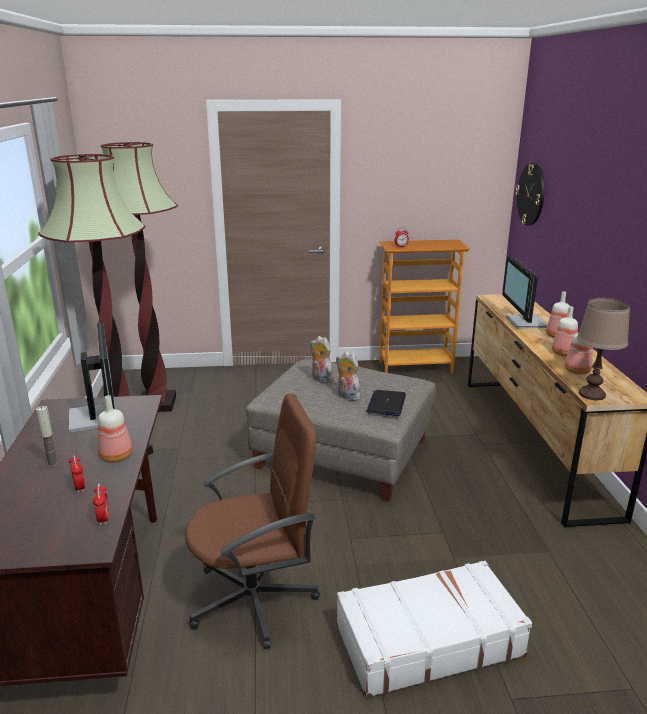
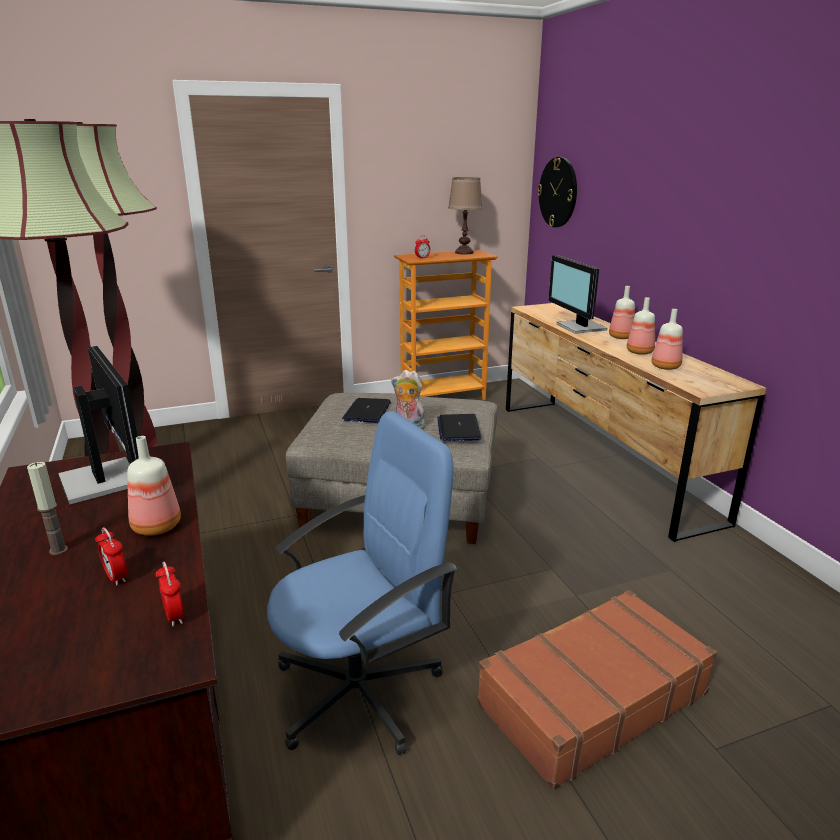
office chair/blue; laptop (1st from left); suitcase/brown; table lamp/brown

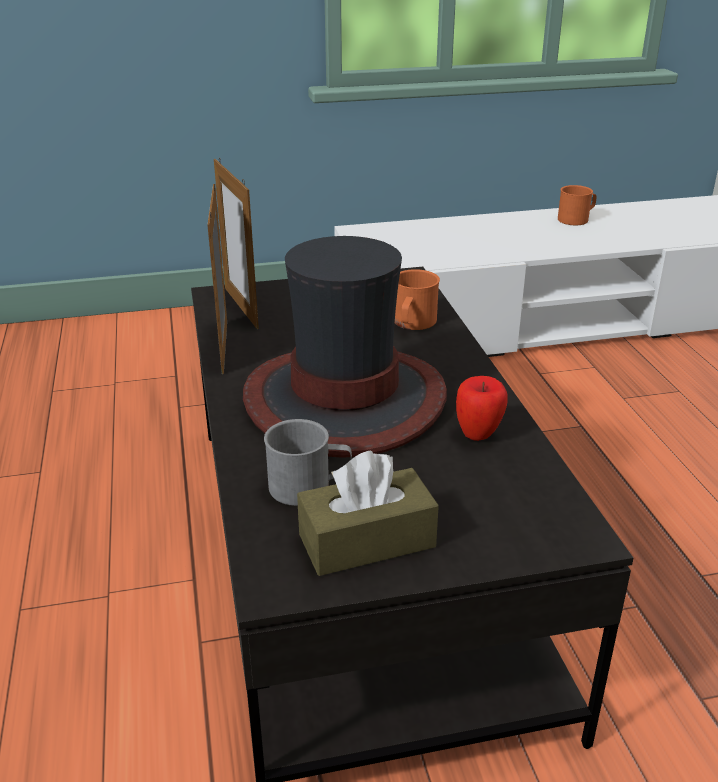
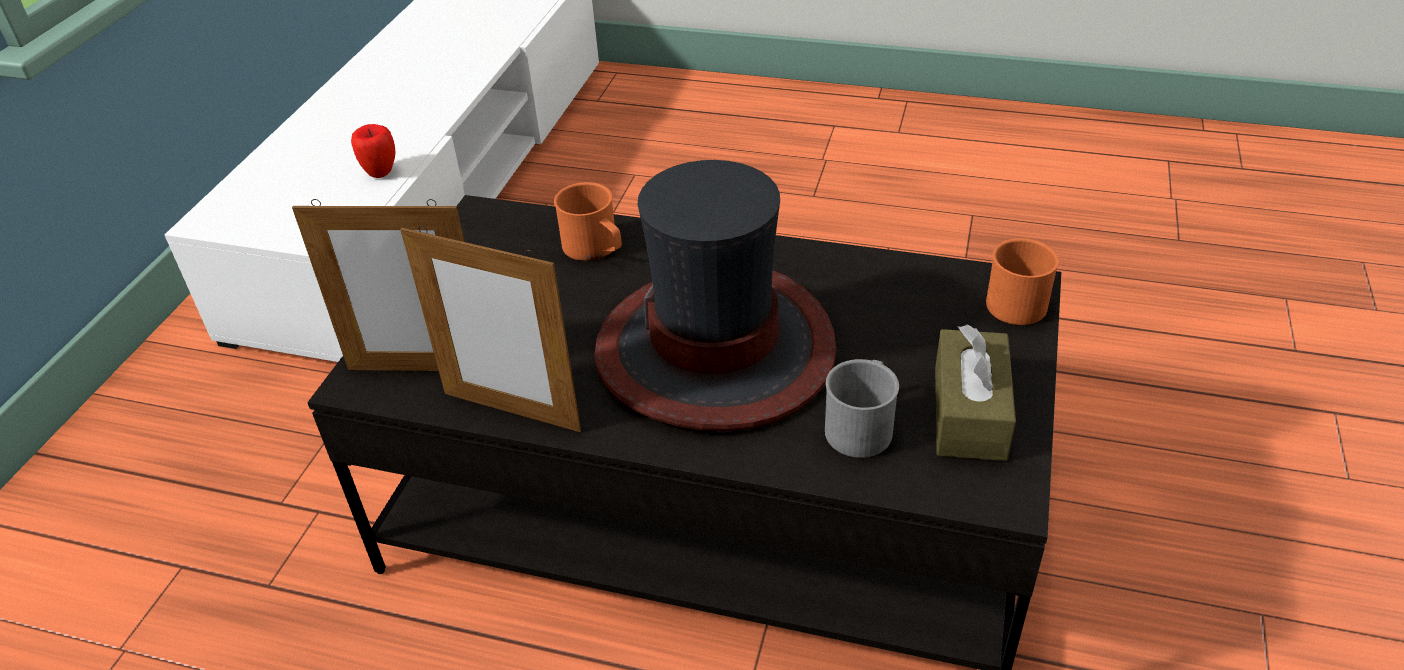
apple; mug/orange (2nd from left)

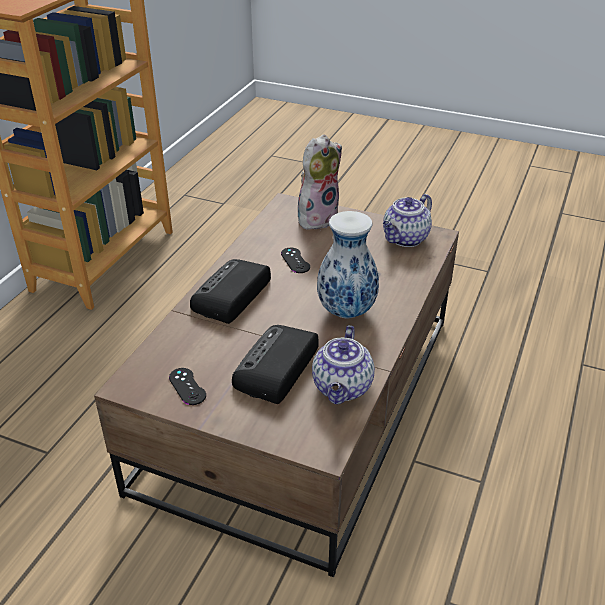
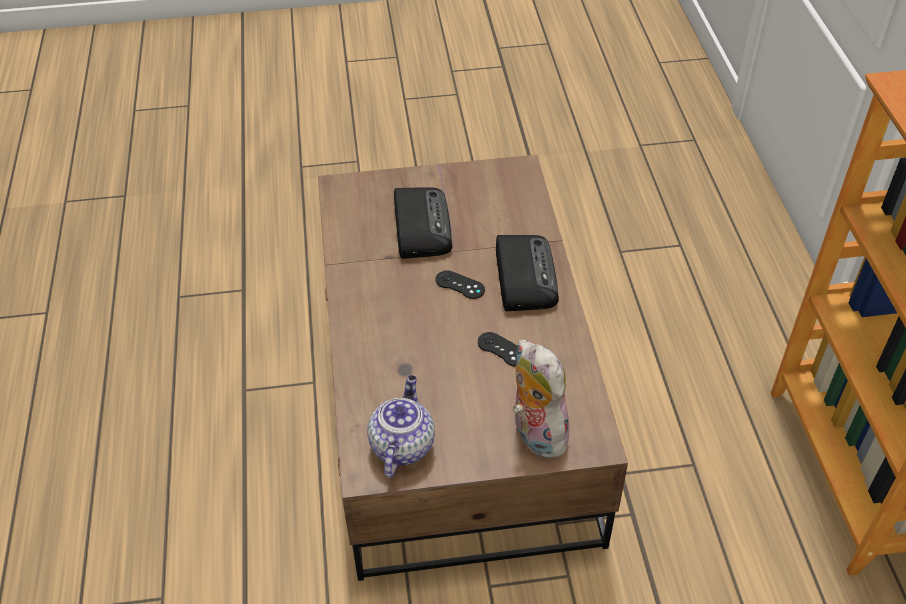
game controller/black (1st from left); plush toy; teapot (1st from left in the first image); vase

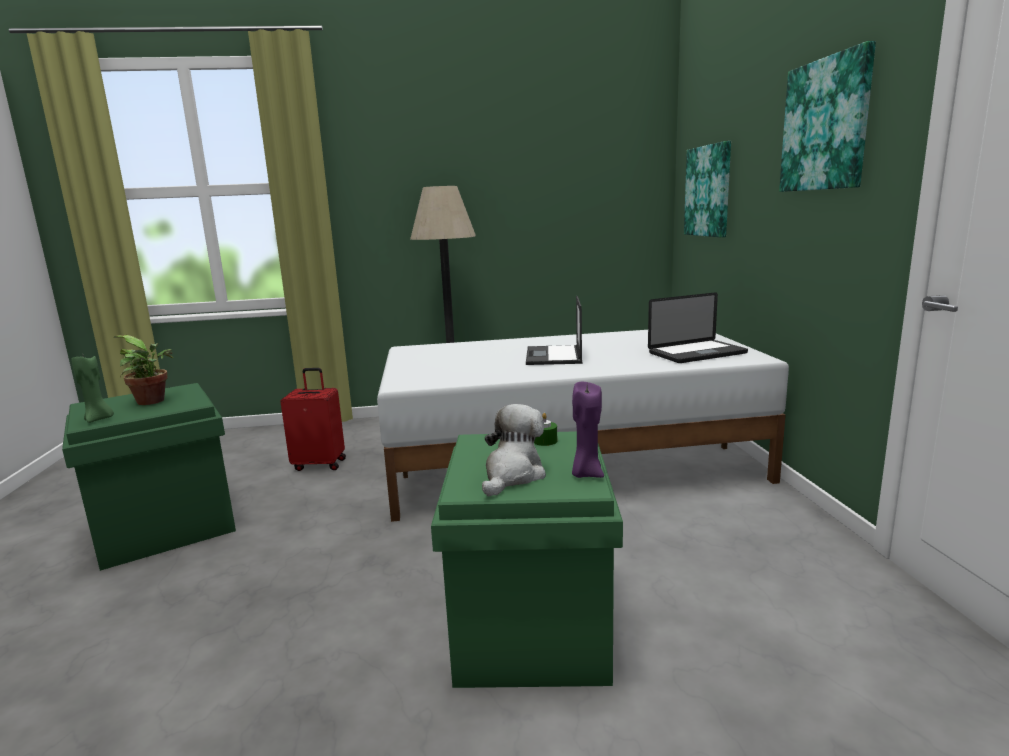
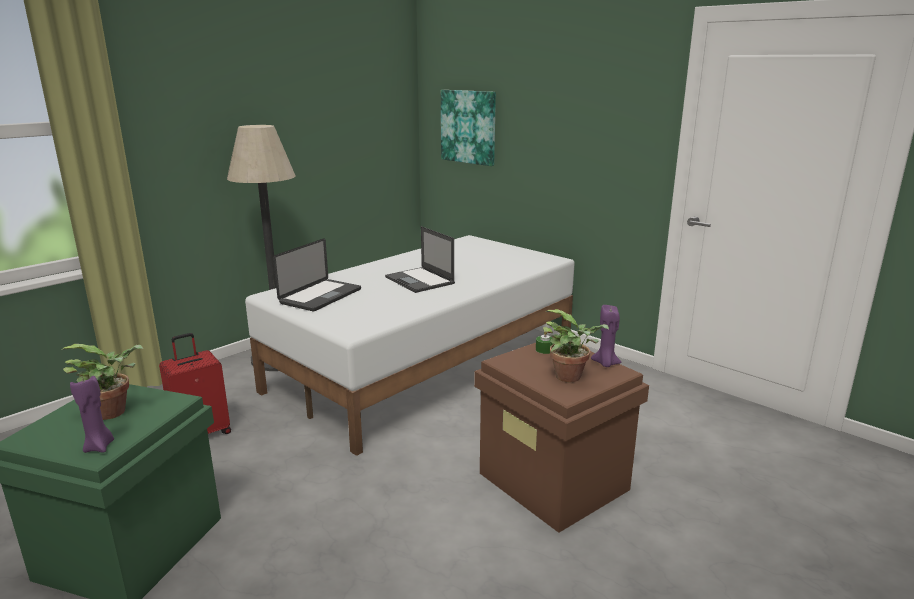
candle/purple (1st from left); storage box/brown; potted plant (2nd from left); laptop (1st from left); picture (2nd from left in the first image)

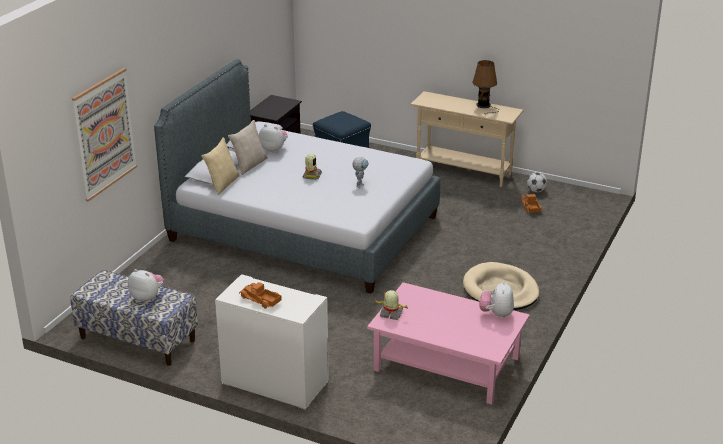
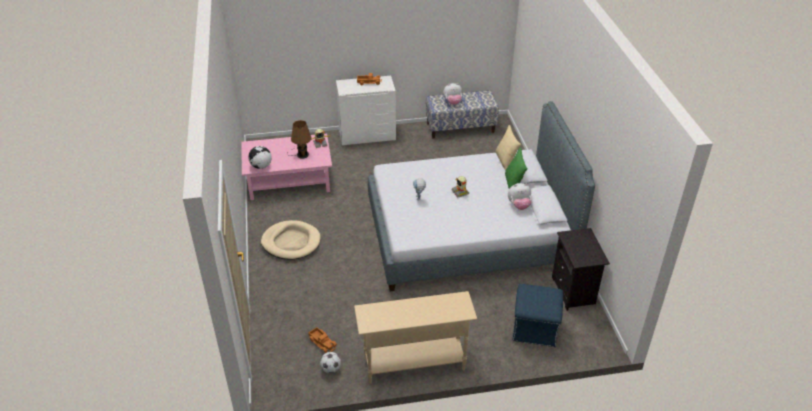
picture; pillow/green; table lamp/brown; globe

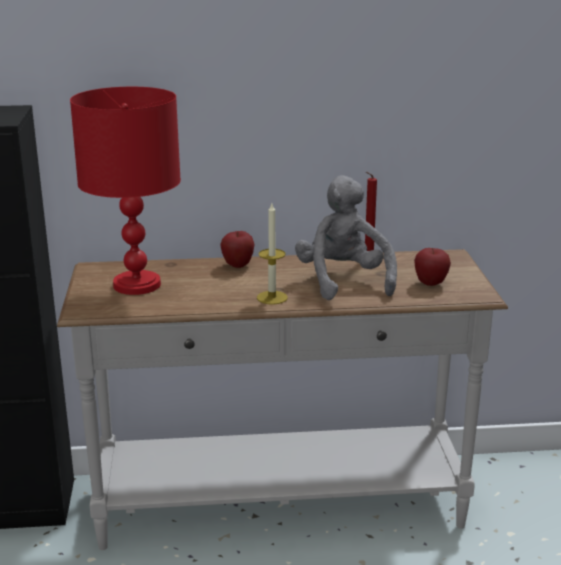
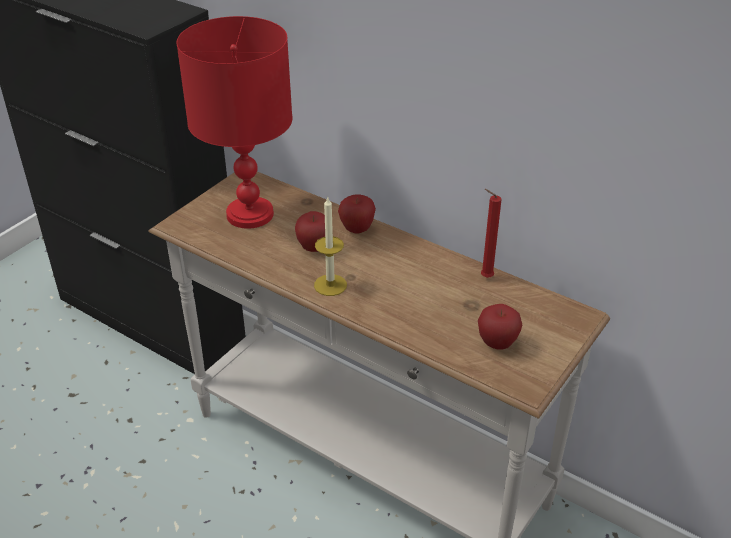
plush toy/grey; apple (1st from left)

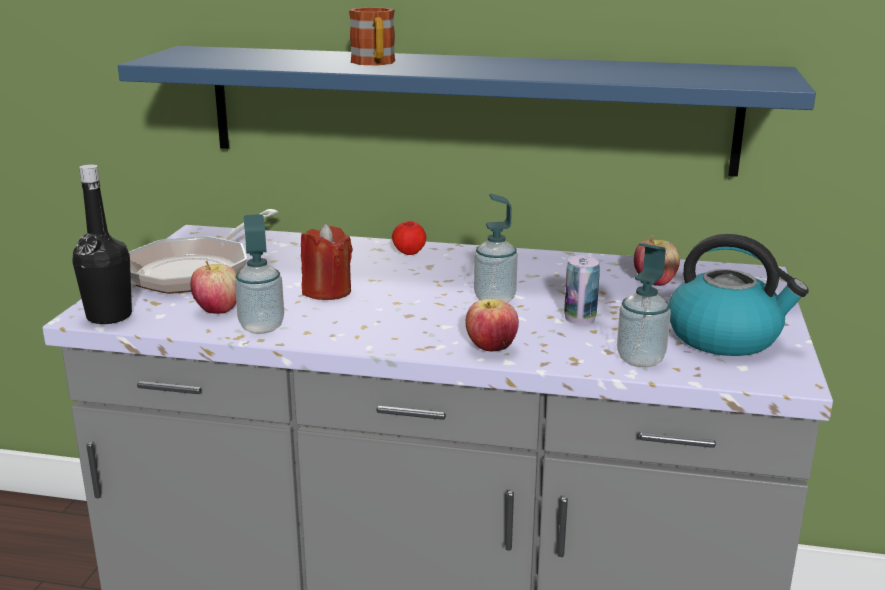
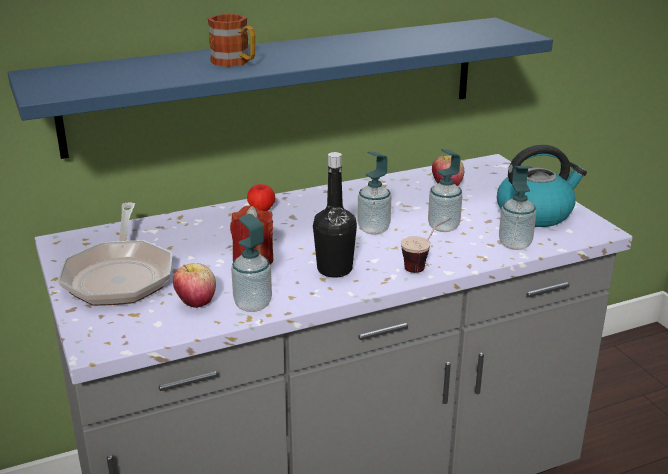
bottle/black; cup; soap dispenser (3rd from left)

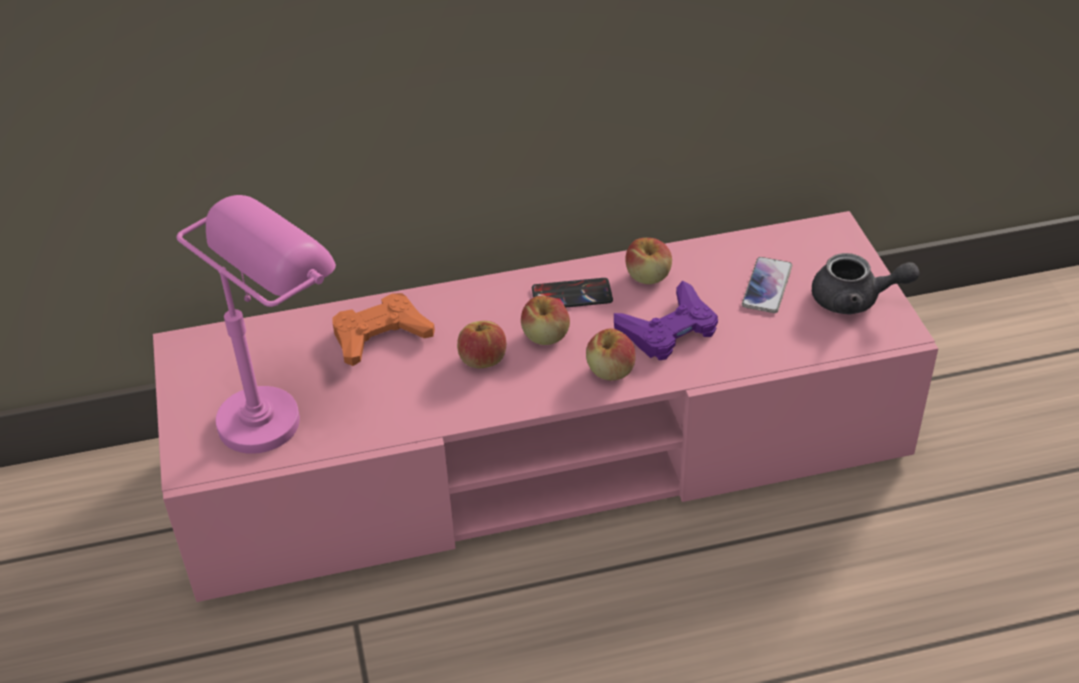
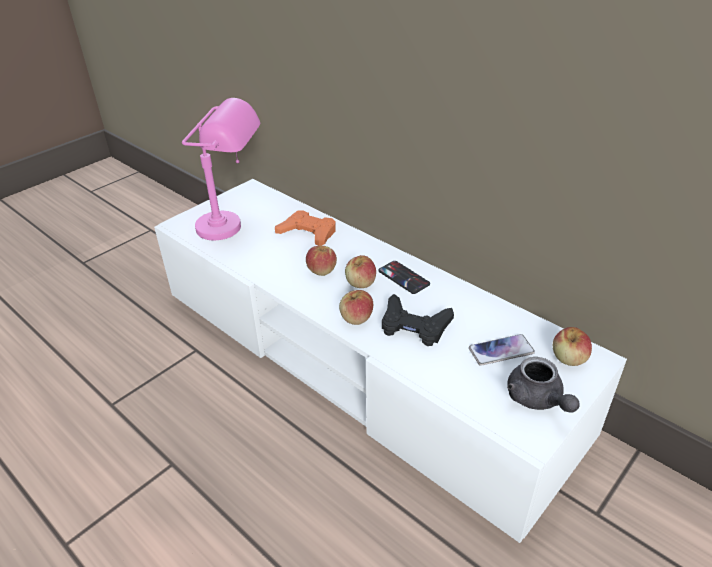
tv stand/white; game controller/black; apple (4th from left)

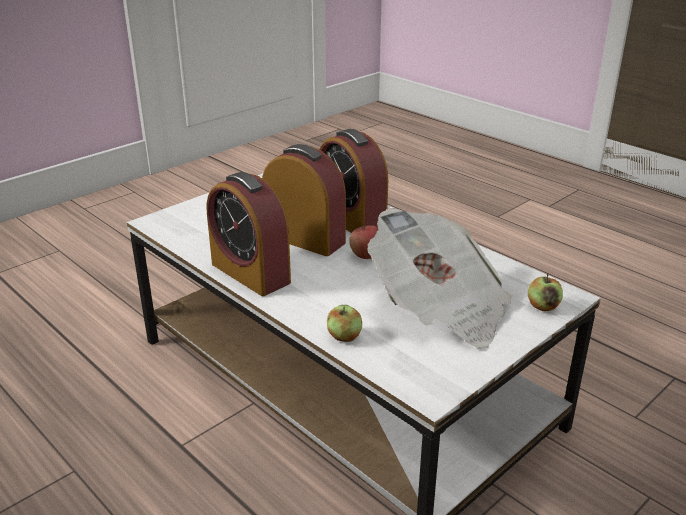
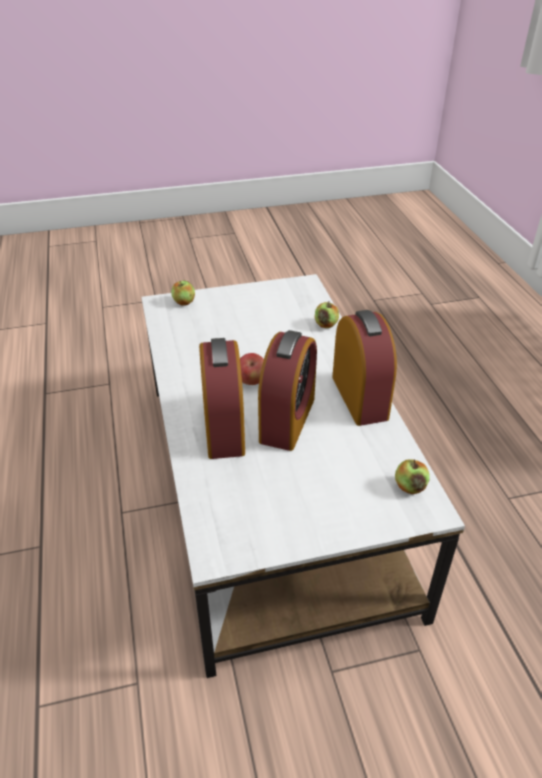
alarm clock (2nd from left); newspaper; apple (4th from left)

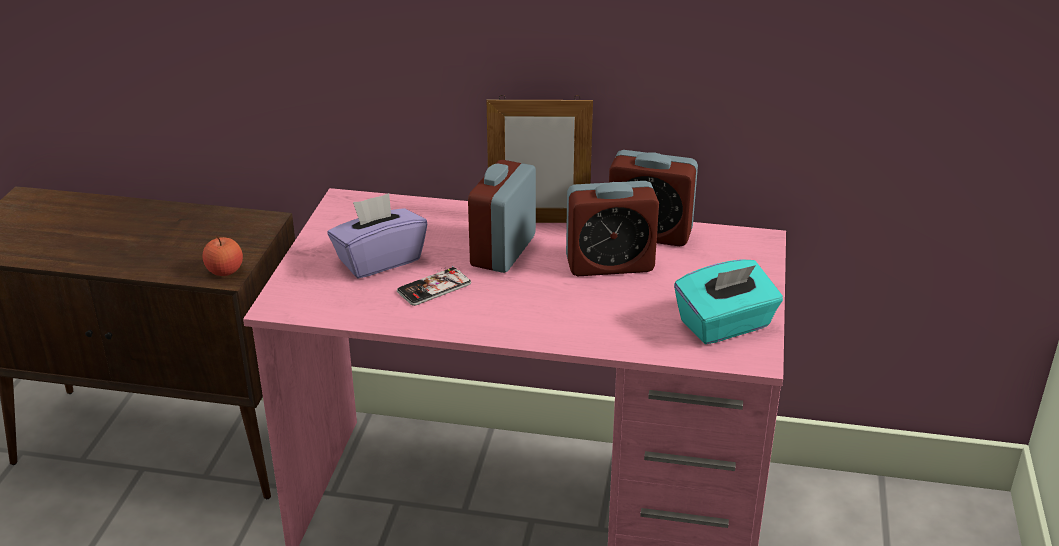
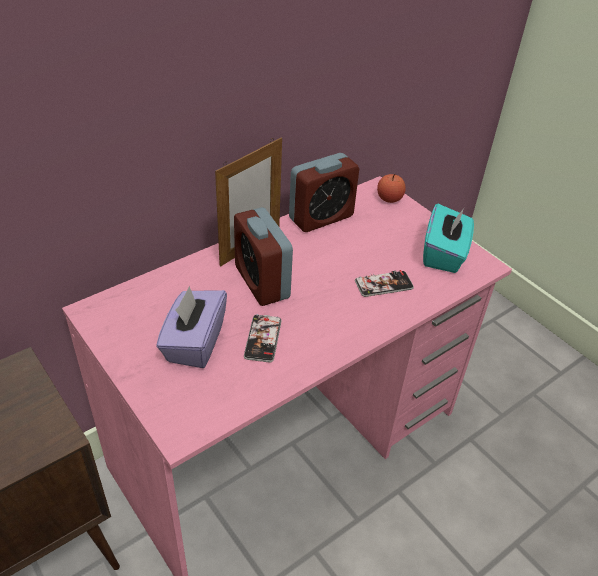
apple; alarm clock (2nd from left in the first image); phone (2nd from left)

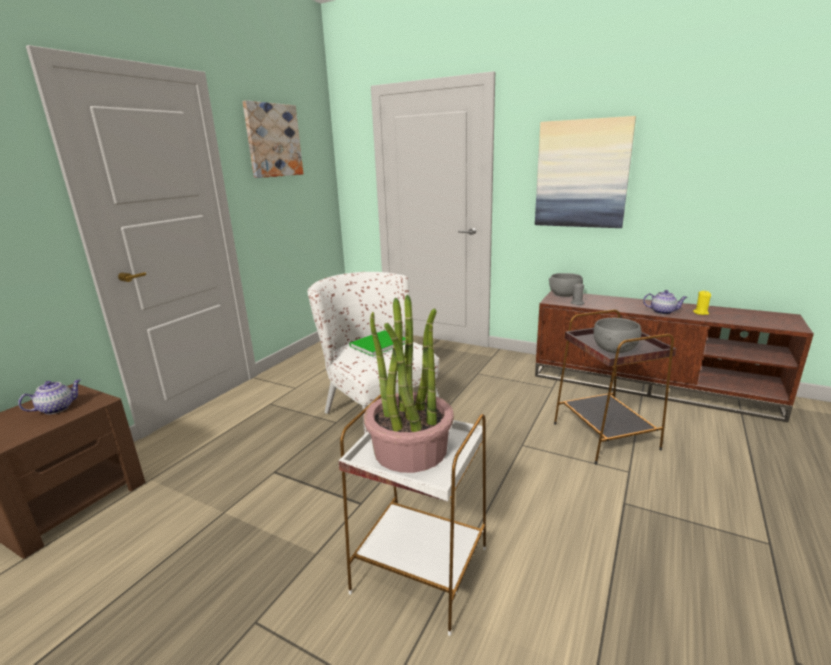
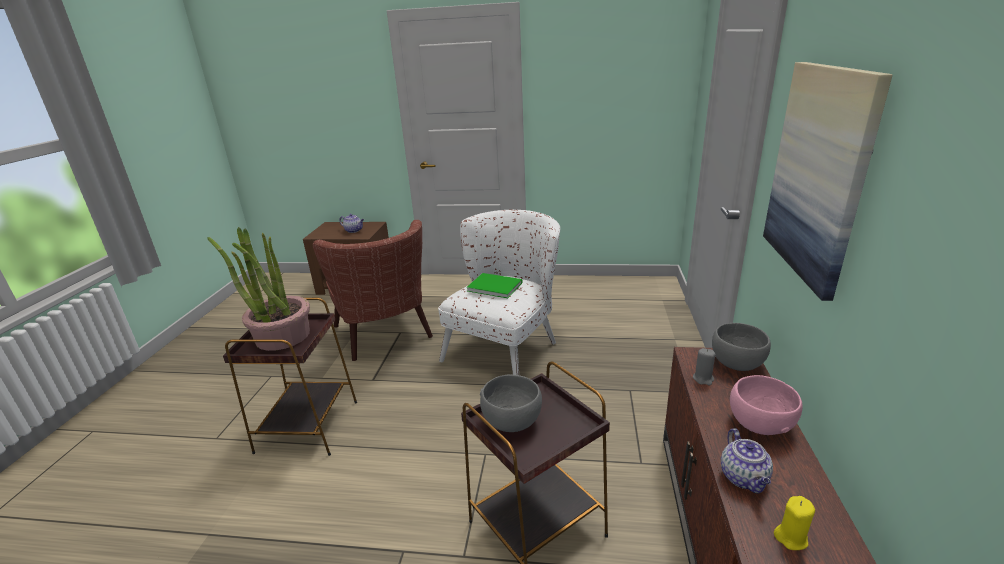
picture (1st from left in the first image); side table/brown (1st from left); armchair/brown; bowl/pink

